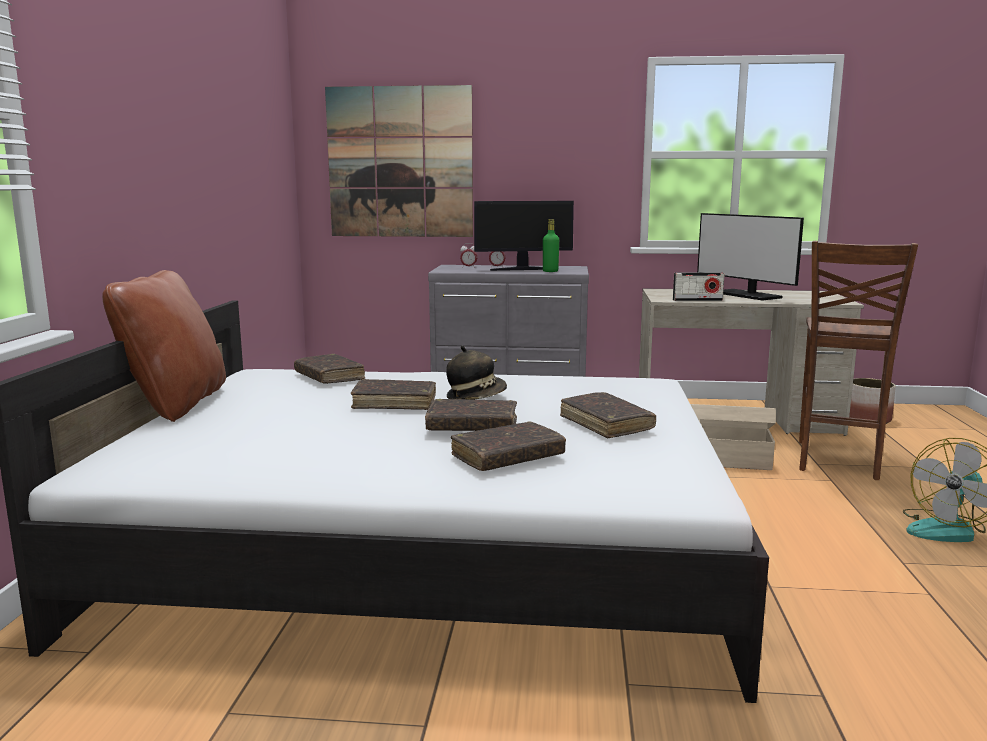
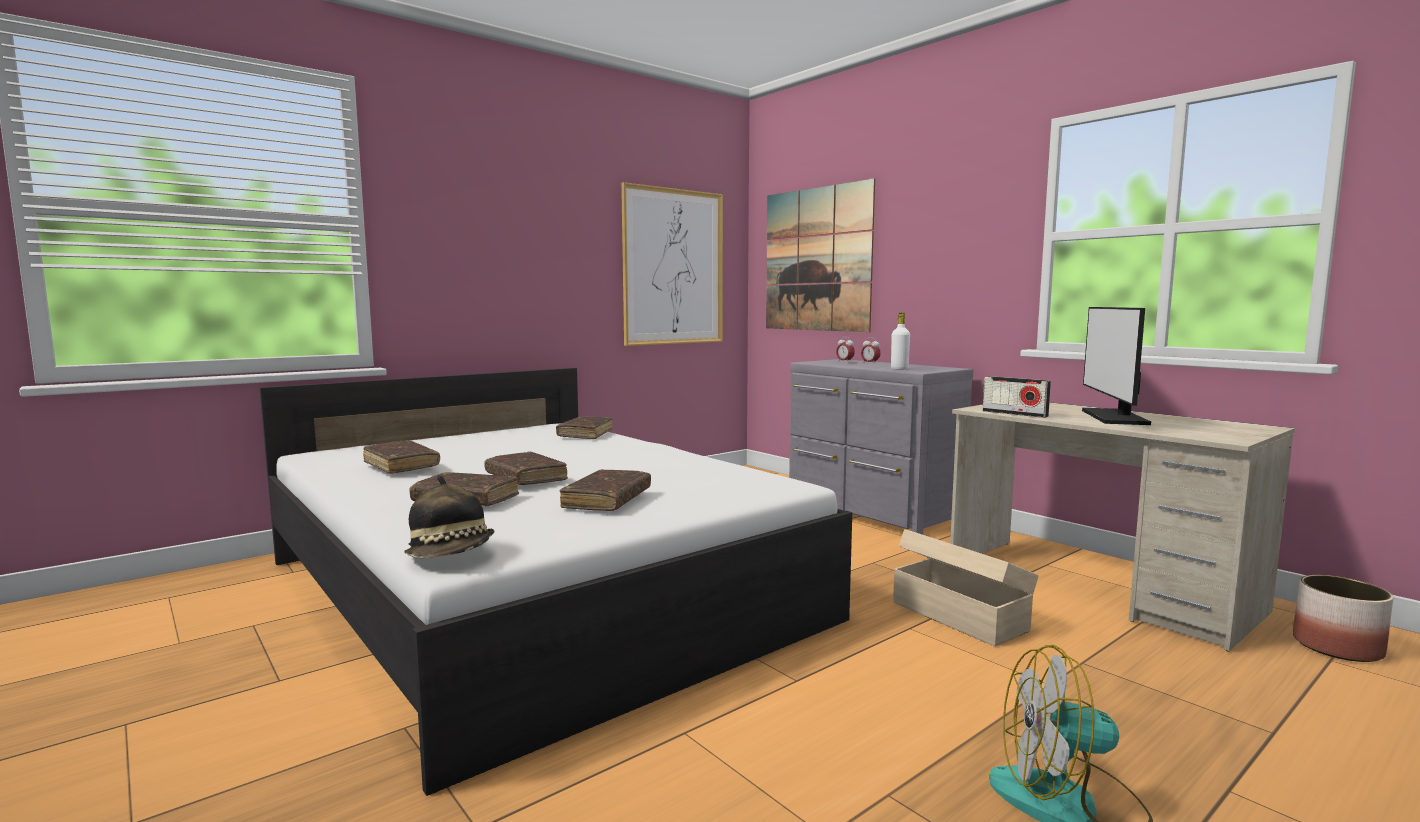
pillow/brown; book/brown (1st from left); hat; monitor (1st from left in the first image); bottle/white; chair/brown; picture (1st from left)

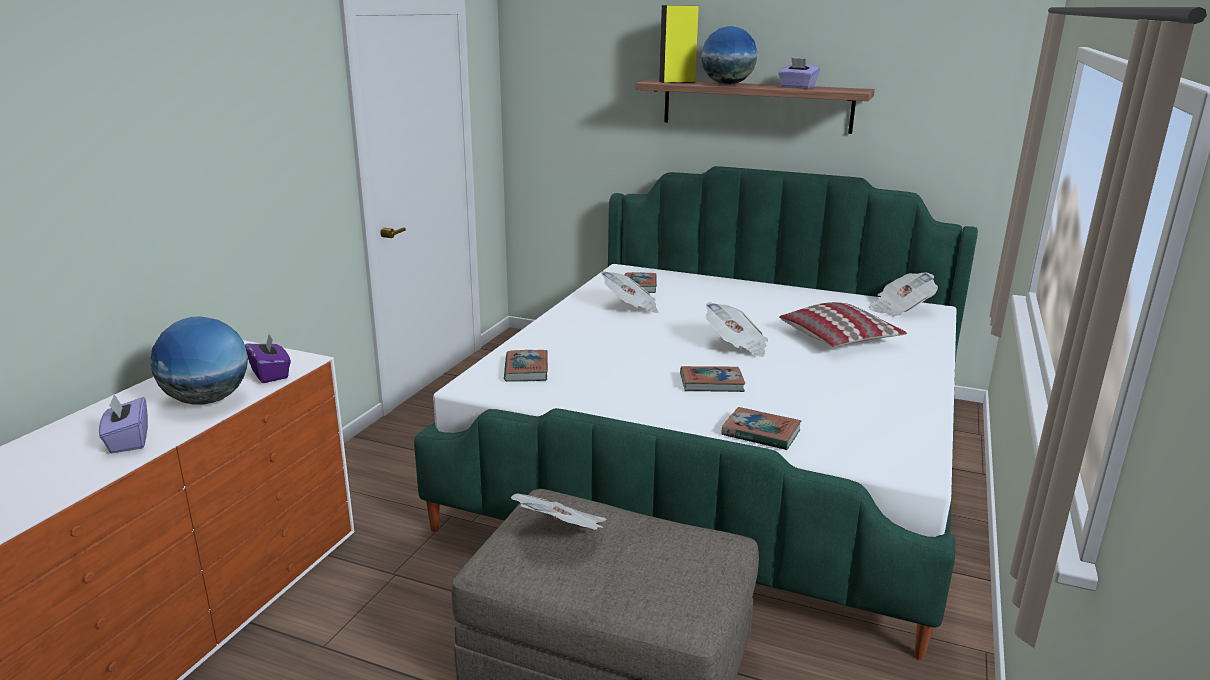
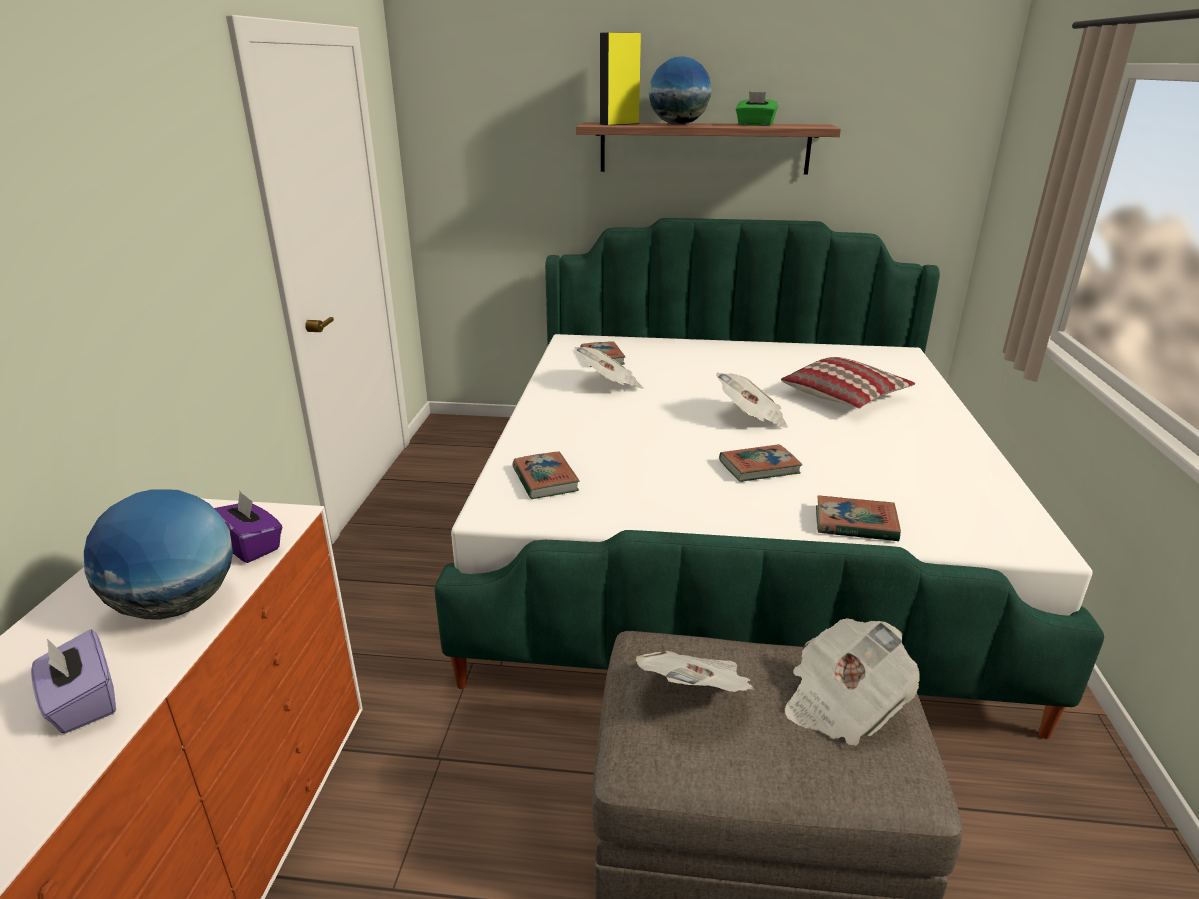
tissue box/green; newspaper (4th from left)

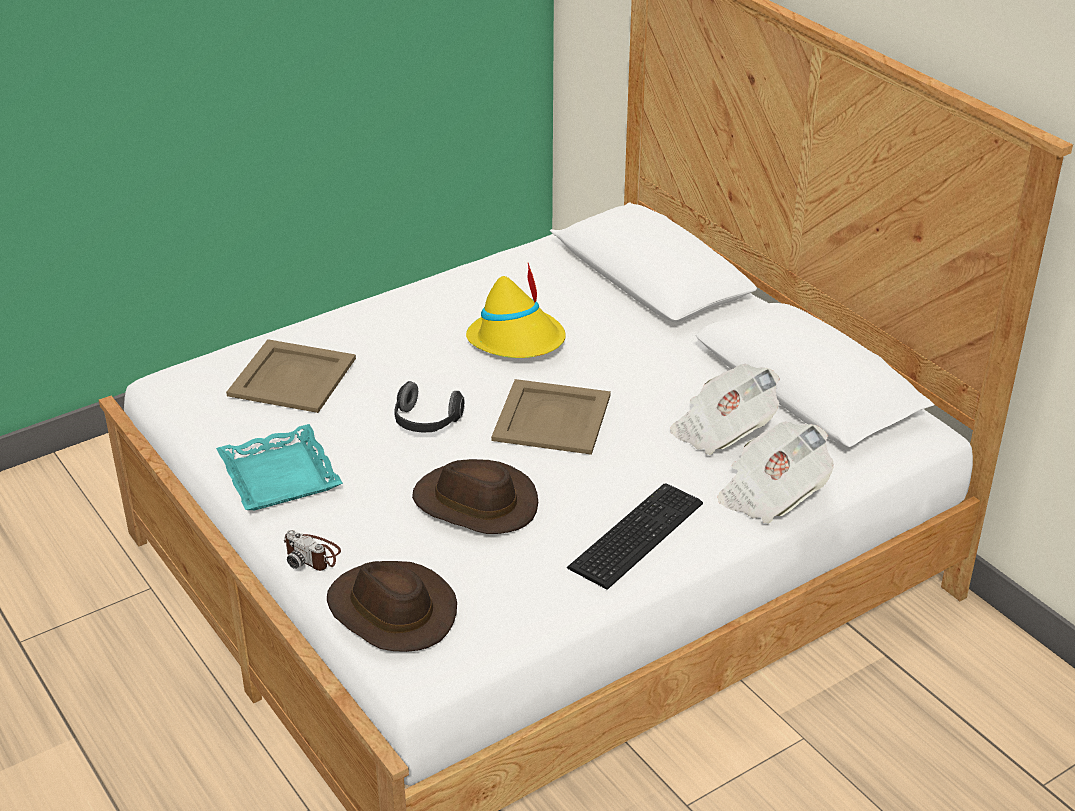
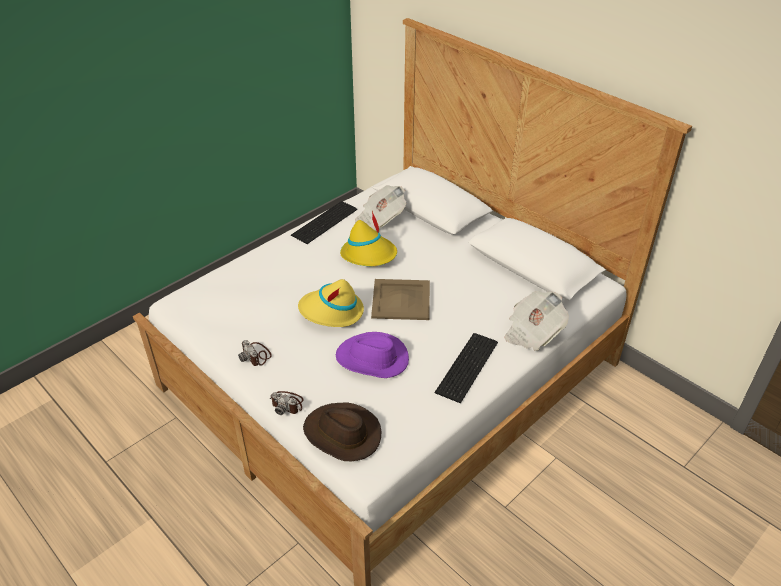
photo camera (1st from left); tray/beige (1st from left in the first image); hat/yellow (1st from left); hat/purple; newspaper (1st from left); keyboard (1st from left)

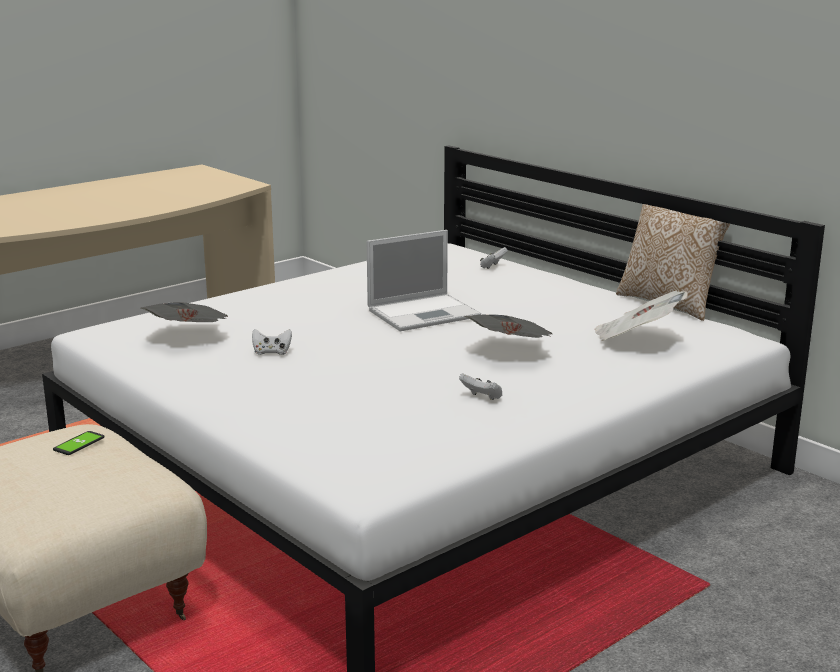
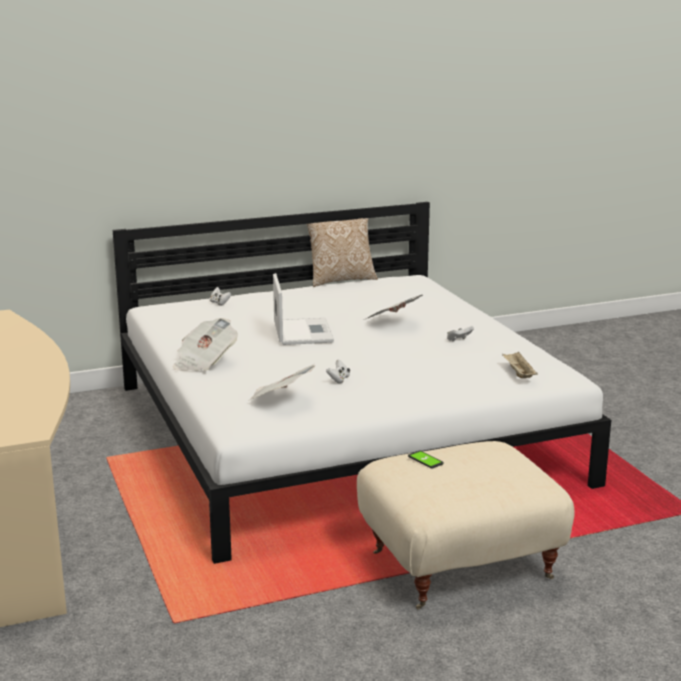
newspaper (1st from left); tray/beige

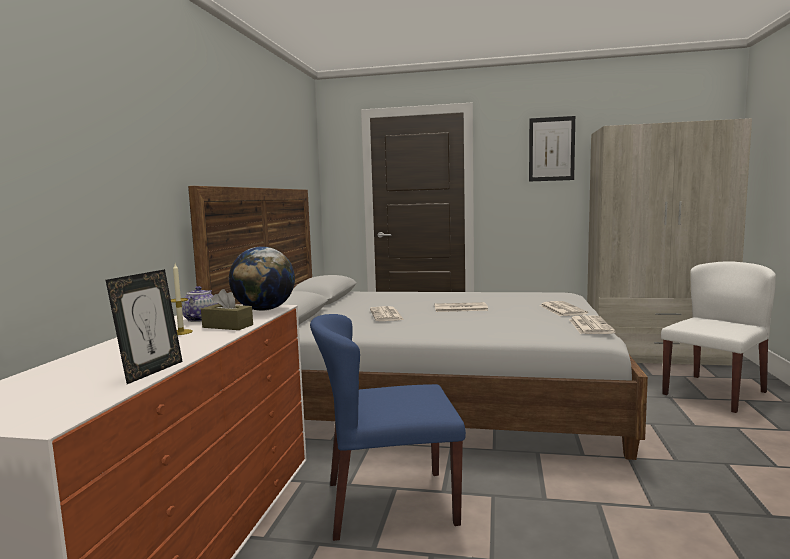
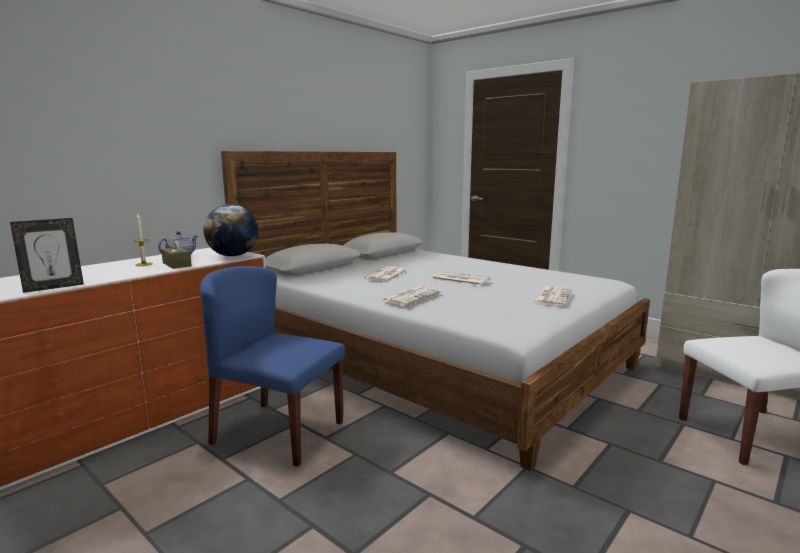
picture; newspaper (2nd from left)

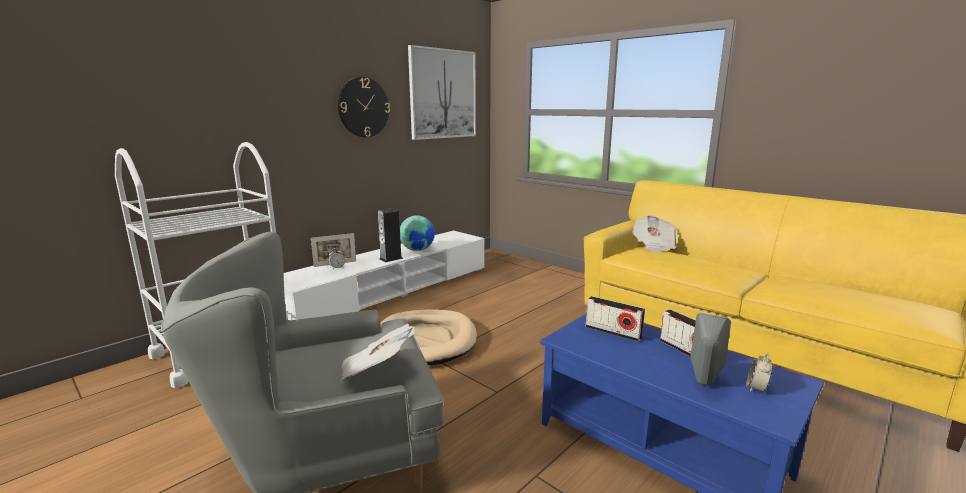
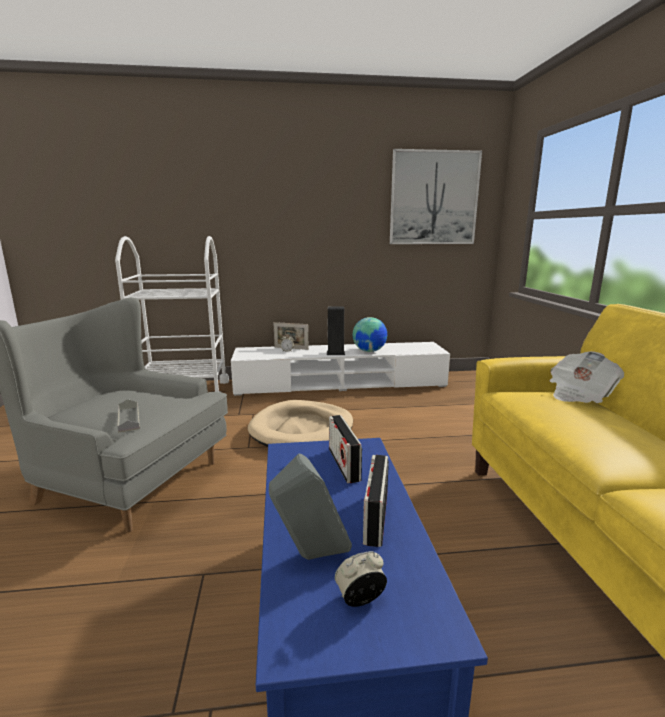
wall clock; tray/grey

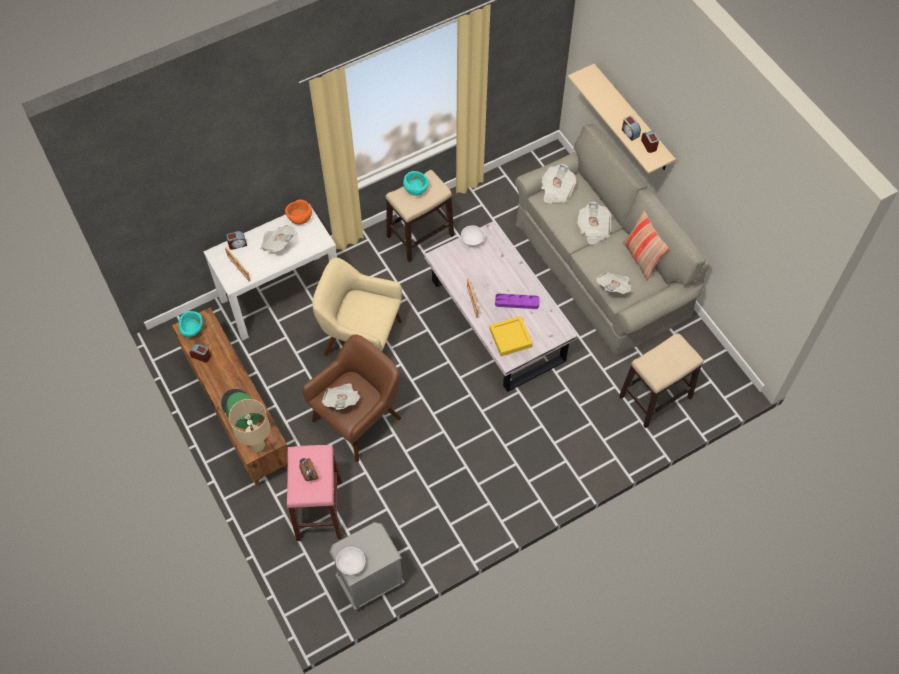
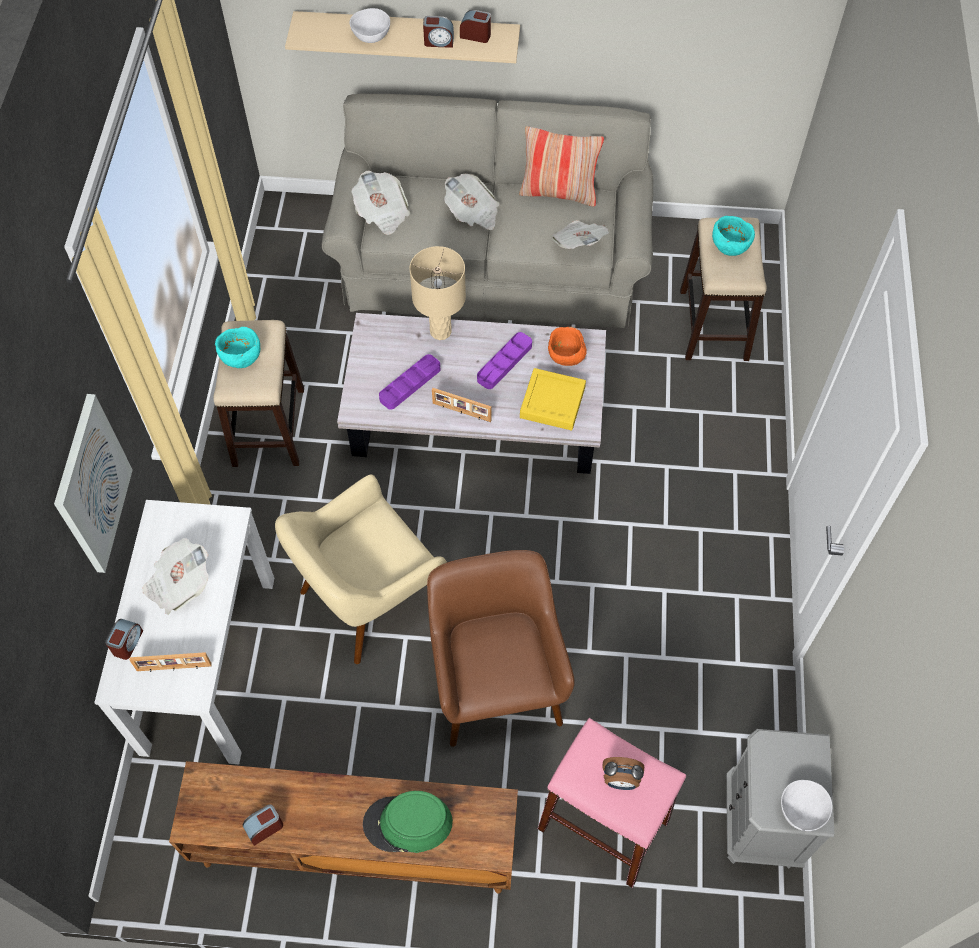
bowl/turquoise (2nd from left); table lamp/beige; bowl/orange; newspaper (2nd from left in the first image); bowl/white (1st from left); picture; tray/purple (1st from left)

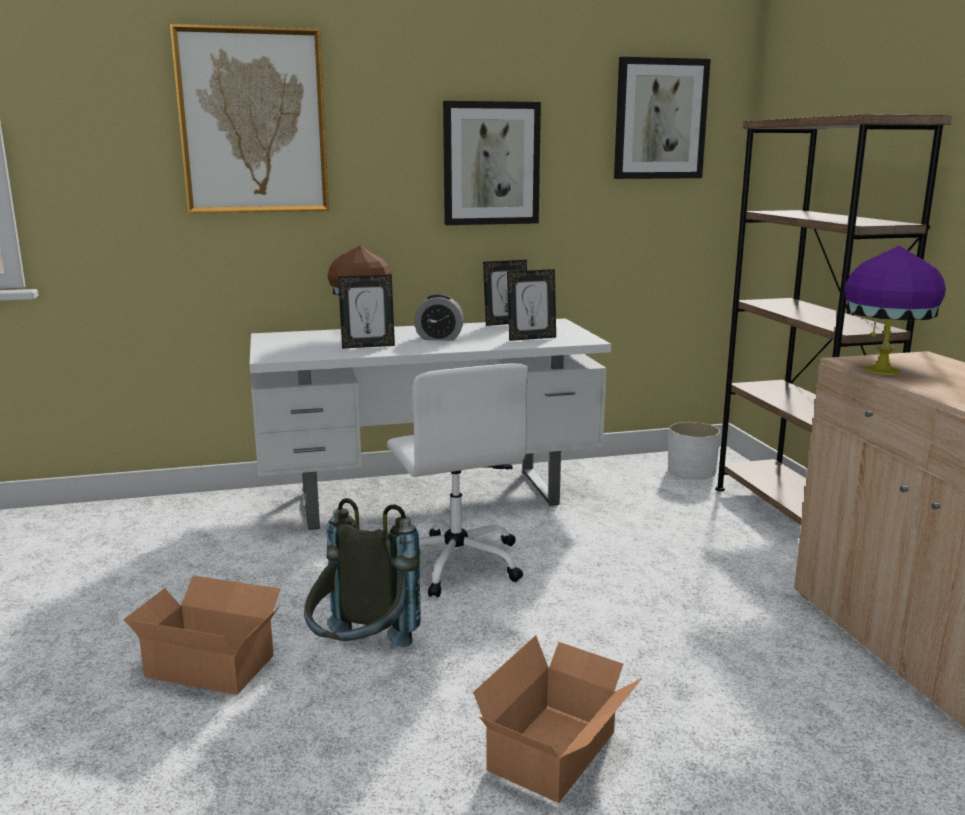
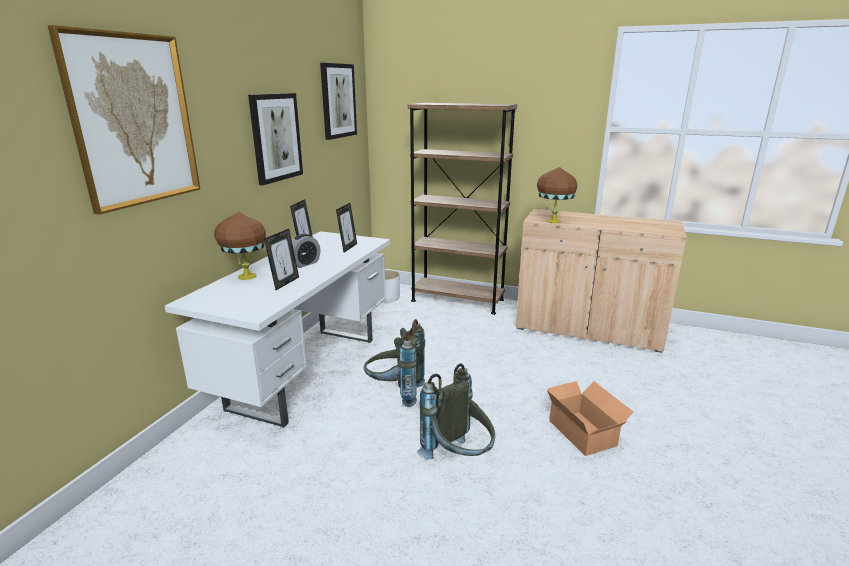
cardboard box (1st from left in the first image); backpack/grey (1st from left); table lamp/brown (2nd from left)

